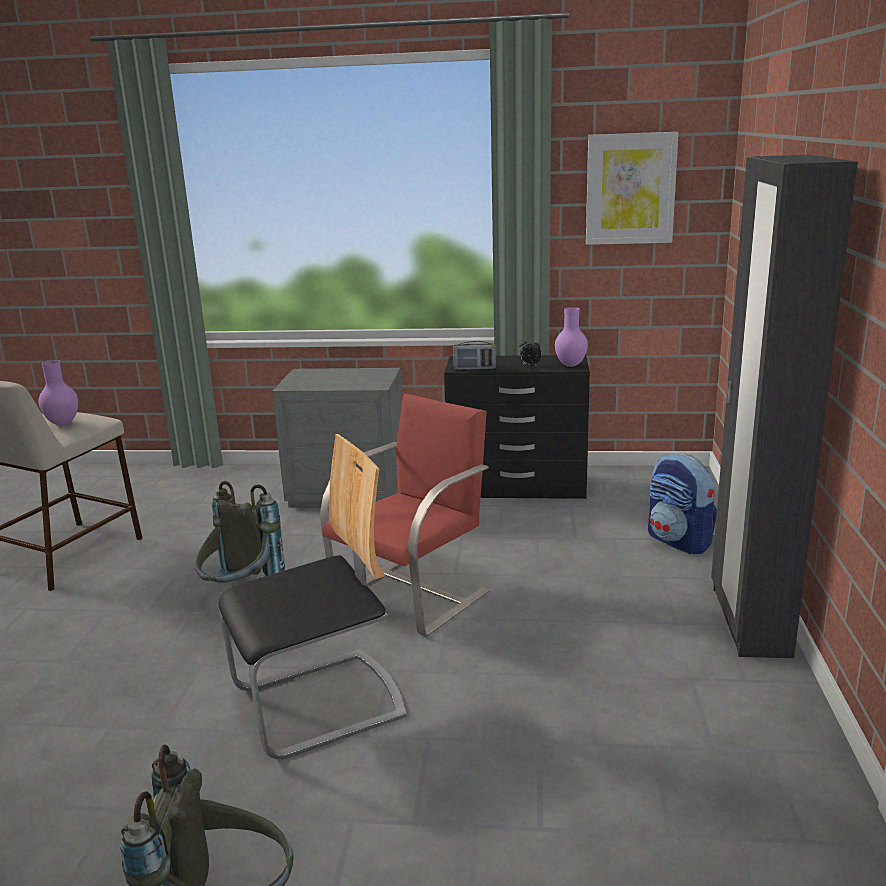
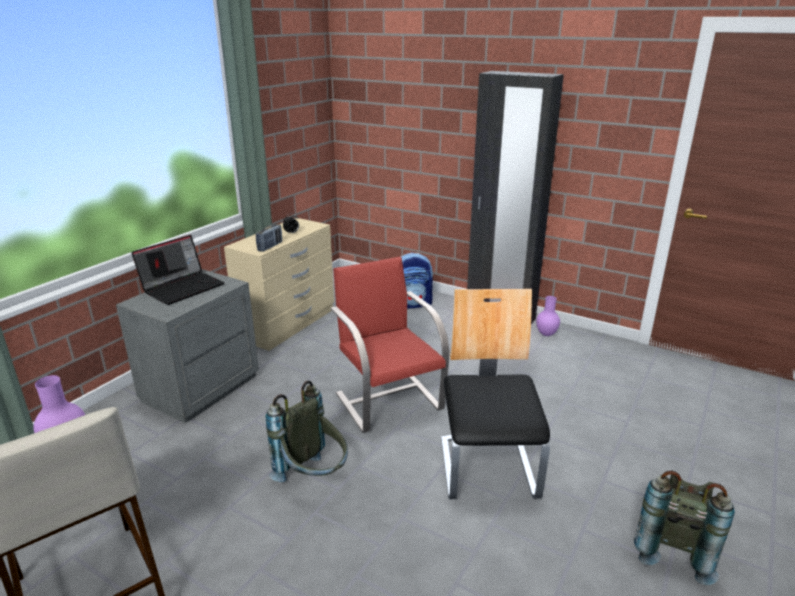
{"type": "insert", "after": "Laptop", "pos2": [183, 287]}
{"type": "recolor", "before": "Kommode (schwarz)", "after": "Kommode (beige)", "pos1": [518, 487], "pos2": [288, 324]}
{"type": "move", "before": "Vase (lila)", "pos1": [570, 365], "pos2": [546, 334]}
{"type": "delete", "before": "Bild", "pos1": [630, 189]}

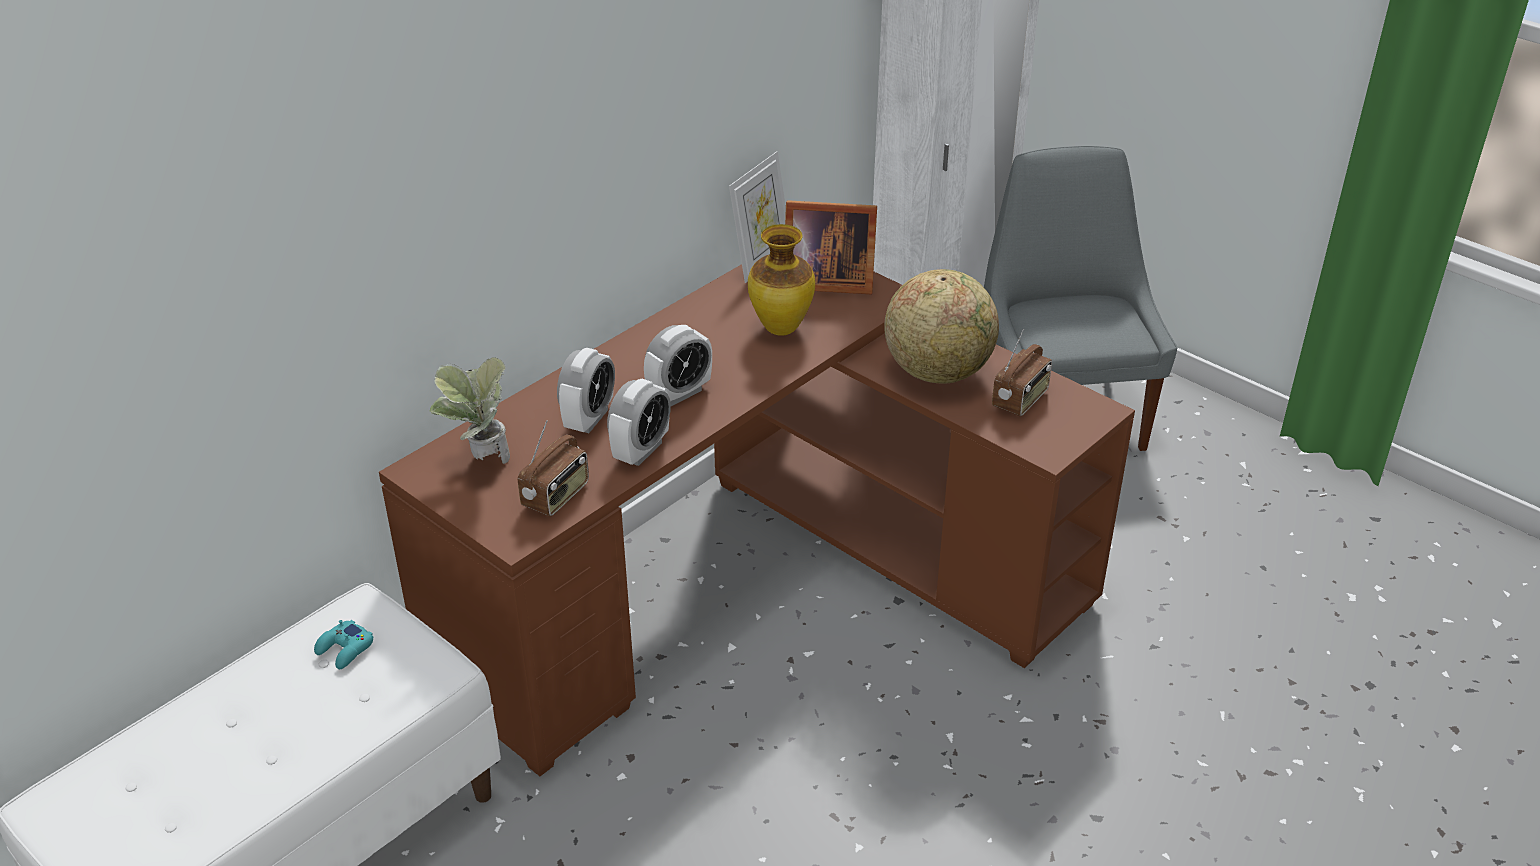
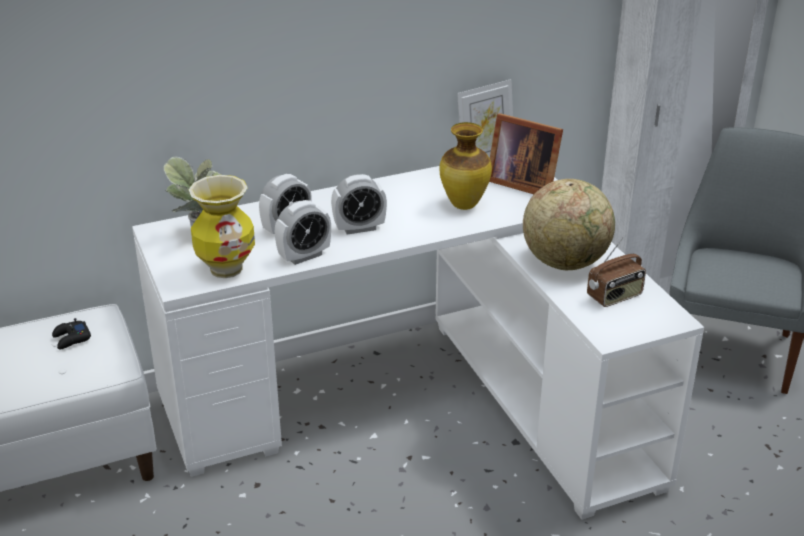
{"type": "recolor", "before": "Gamepad (türkis)", "after": "Gamepad (schwarz)", "pos1": [345, 649], "pos2": [71, 339]}
{"type": "recolor", "before": "Schreibtisch (braun)", "after": "Schreibtisch (weiß)", "pos1": [758, 584], "pos2": [421, 400]}
{"type": "replace", "before": "Radio", "after": "Vase", "pos1": [556, 496], "pos2": [226, 269]}

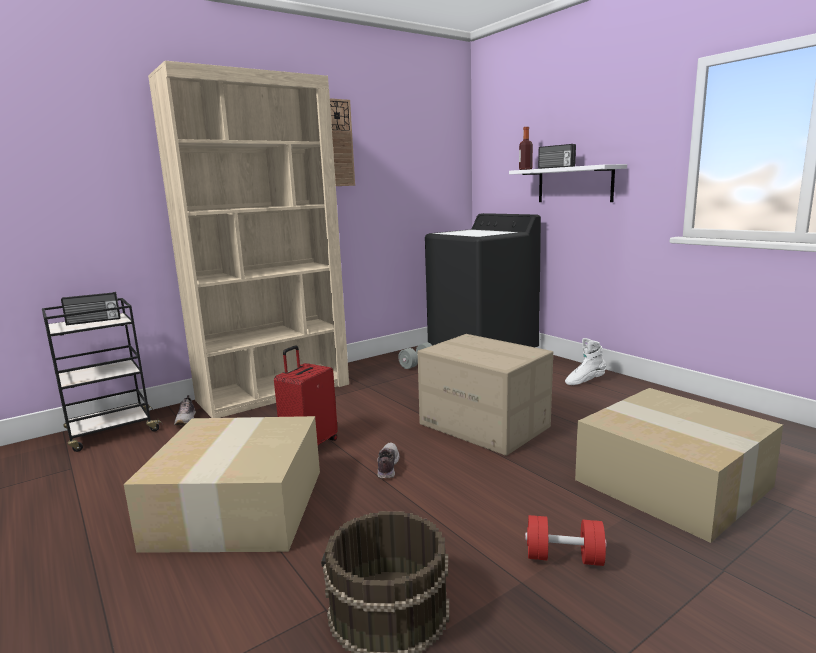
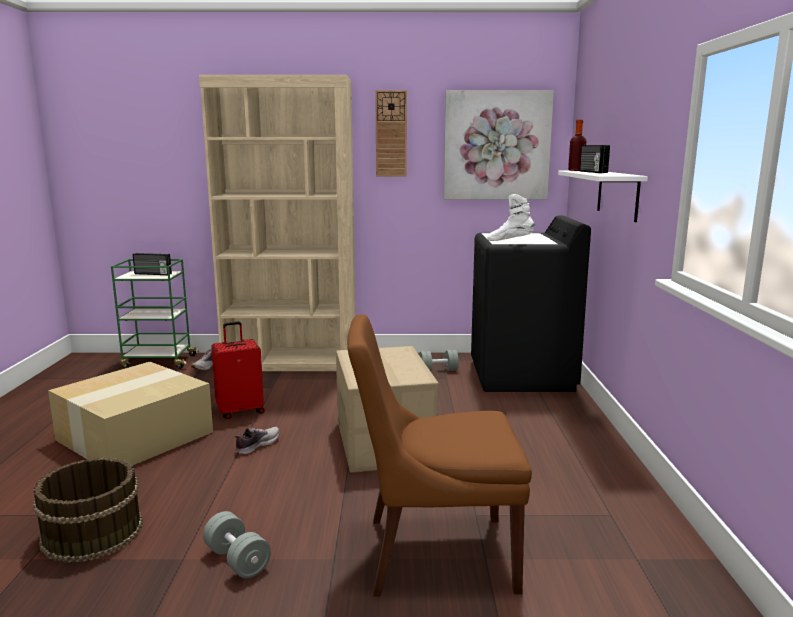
{"type": "recolor", "before": "Rollwagen (schwarz)", "after": "Rollwagen (grün)", "pos1": [111, 432], "pos2": [158, 361]}
{"type": "recolor", "before": "Hantel (rot)", "after": "Hantel (grau)", "pos1": [564, 557], "pos2": [237, 560]}
{"type": "replace", "before": "Karton", "after": "Stuhl (braun)", "pos1": [669, 483], "pos2": [433, 554]}
{"type": "insert", "after": "Bild", "pos2": [496, 145]}
{"type": "move", "before": "Stiefel (weiß)", "pos1": [584, 381], "pos2": [510, 241]}

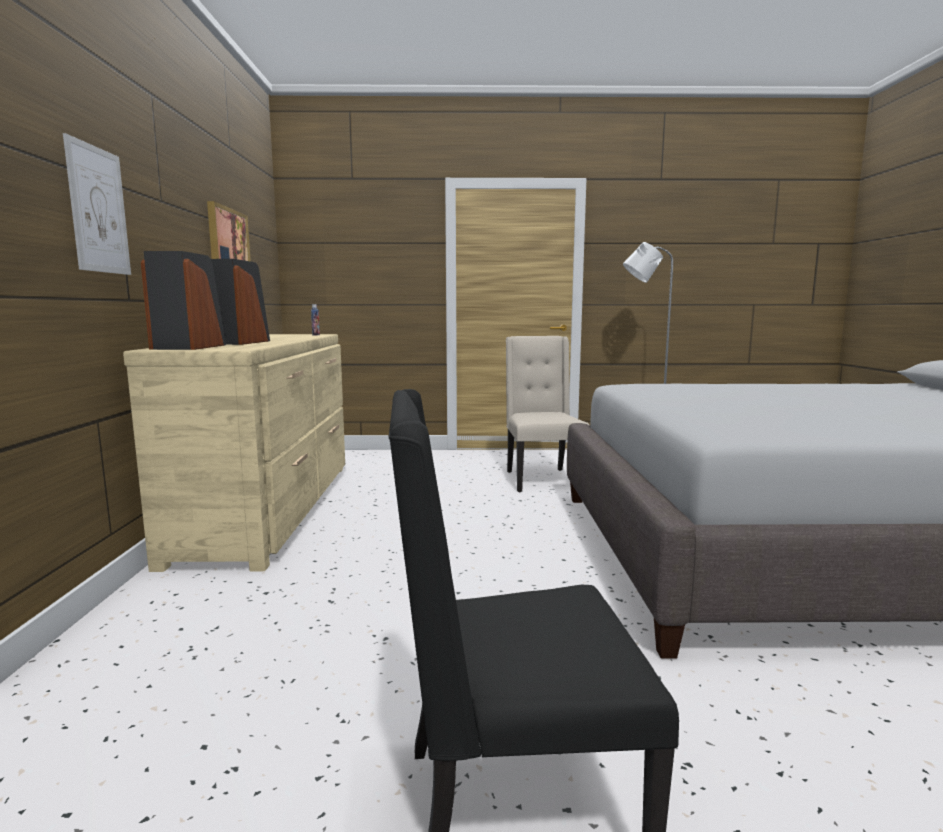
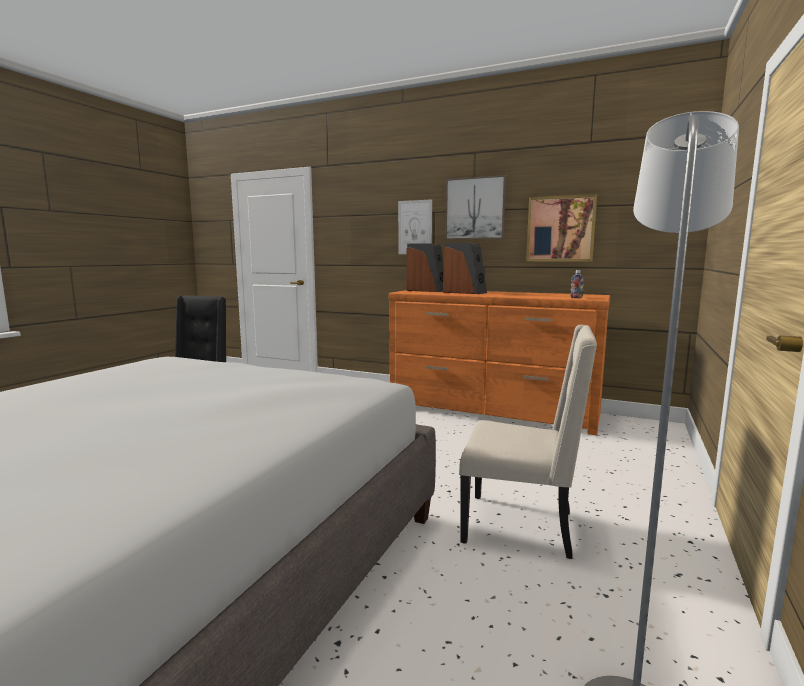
{"type": "recolor", "before": "Kommode (beige)", "after": "Kommode (orange)", "pos1": [271, 508], "pos2": [492, 410]}
{"type": "insert", "after": "Bild", "pos2": [475, 208]}

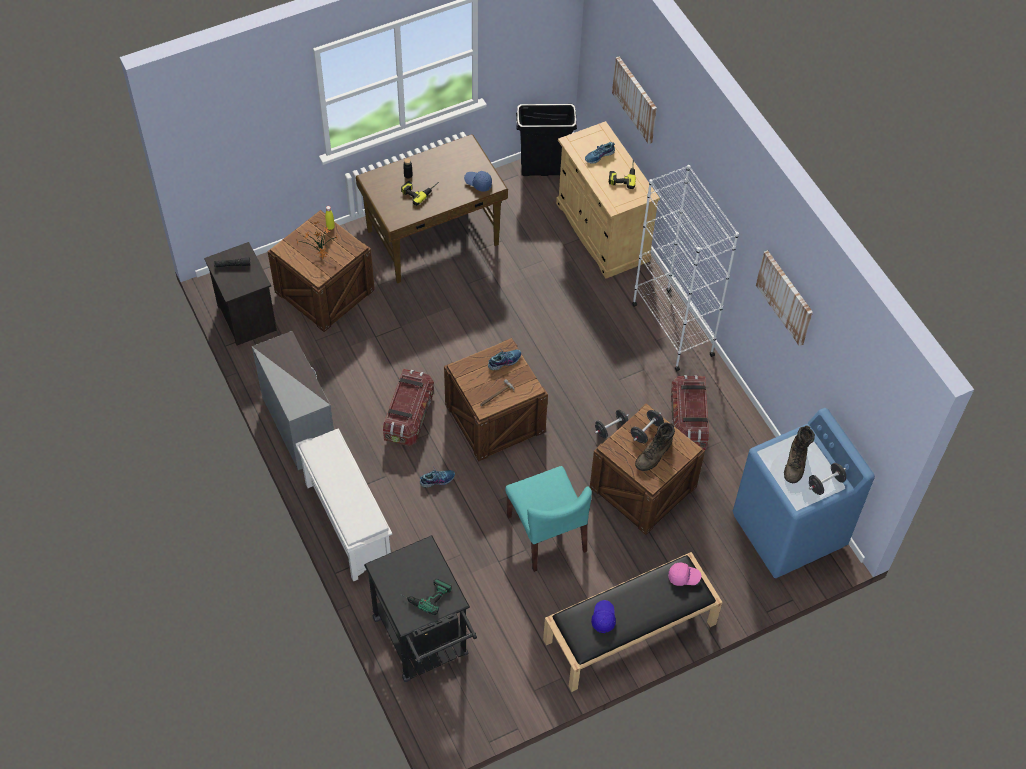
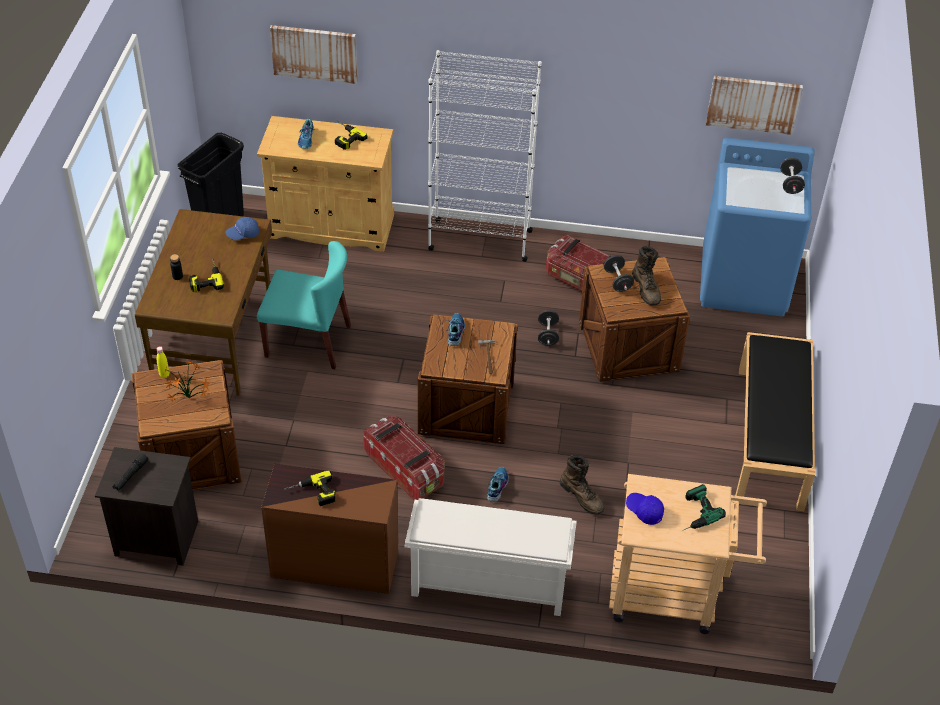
{"type": "move", "before": "Stuhl (türkis)", "pos1": [547, 534], "pos2": [309, 341]}
{"type": "recolor", "before": "Kommode (grau)", "after": "Kommode (braun)", "pos1": [300, 424], "pos2": [334, 562]}
{"type": "insert", "after": "Bohrmaschine", "pos2": [312, 494]}
{"type": "move", "before": "Stiefel (braun)", "pos1": [795, 463], "pos2": [582, 496]}
{"type": "recolor", "before": "Rollwagen (schwarz)", "after": "Rollwagen (beige)", "pos1": [424, 643], "pos2": [674, 595]}
{"type": "move", "before": "Kappe (blau)", "pos1": [603, 618], "pos2": [644, 511]}
{"type": "move", "before": "Bild", "pos1": [785, 297], "pos2": [753, 104]}
{"type": "delete", "before": "Kappe (rosa)", "pos1": [683, 577]}

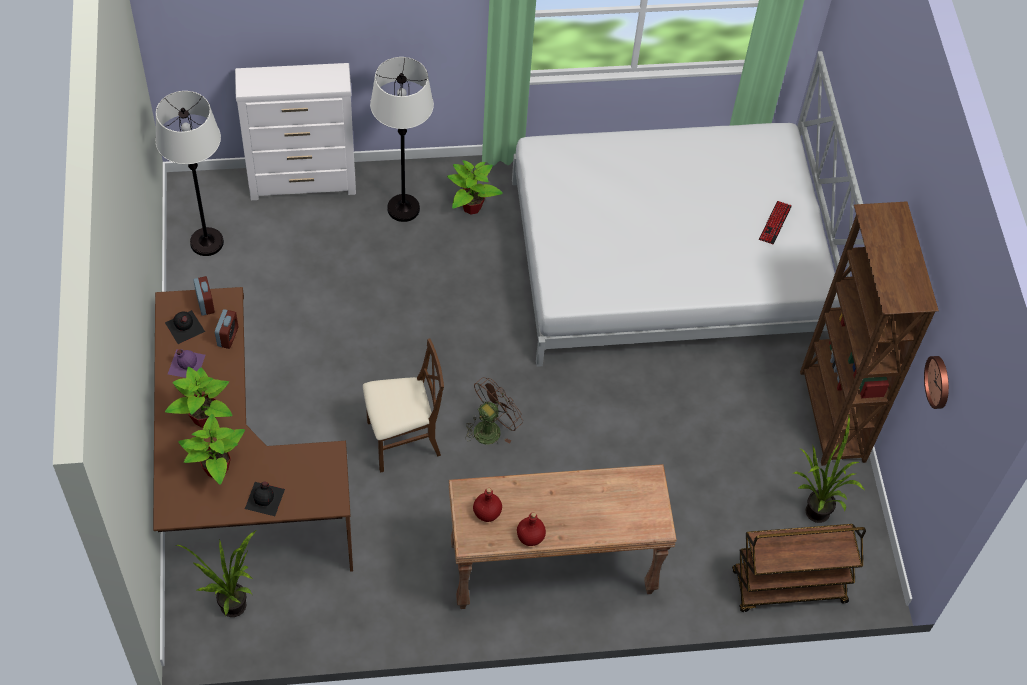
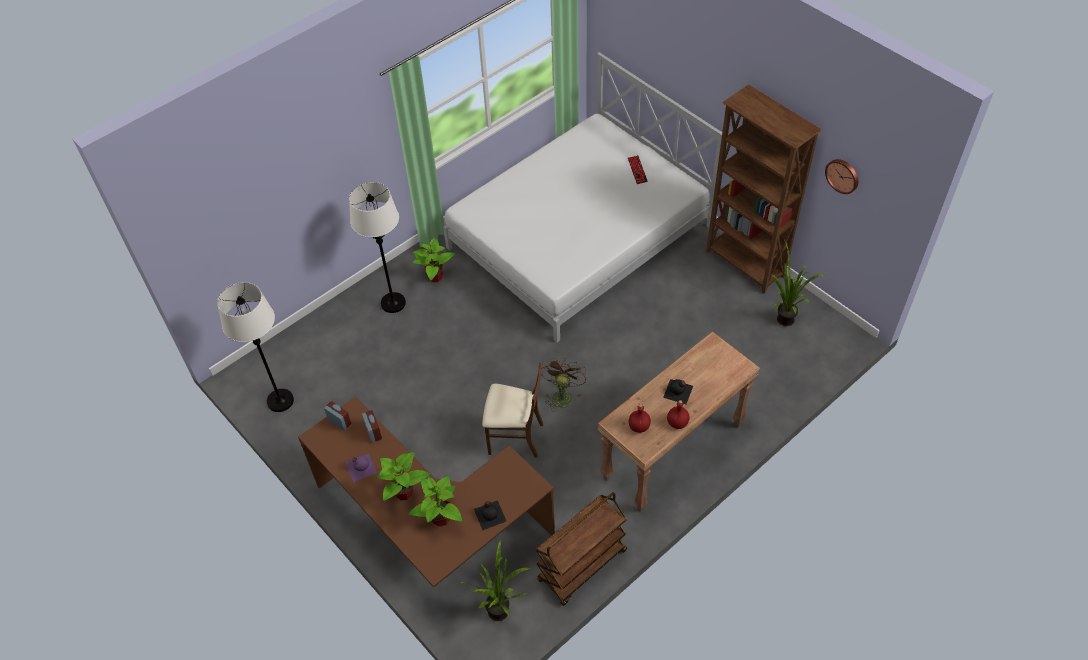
{"type": "rotate", "before": "Stuhl (braun)", "pos1": [402, 440], "pos2": [515, 437], "turn": 60}
{"type": "move", "before": "Rollwagen (braun)", "pos1": [788, 588], "pos2": [582, 566]}
{"type": "move", "before": "Flasche (schwarz)", "pos1": [184, 327], "pos2": [678, 392]}
{"type": "delete", "before": "Kommode (weiß)", "pos1": [303, 183]}

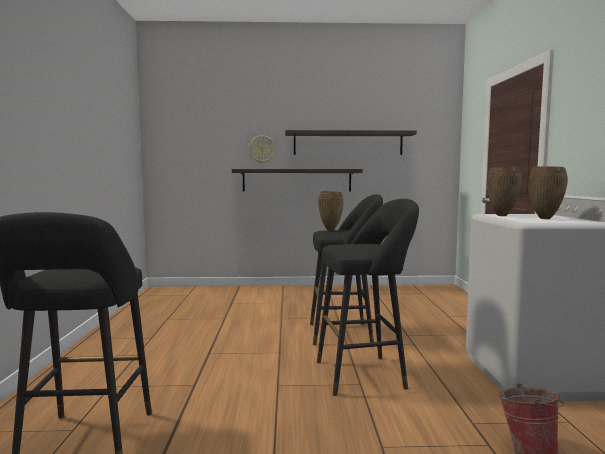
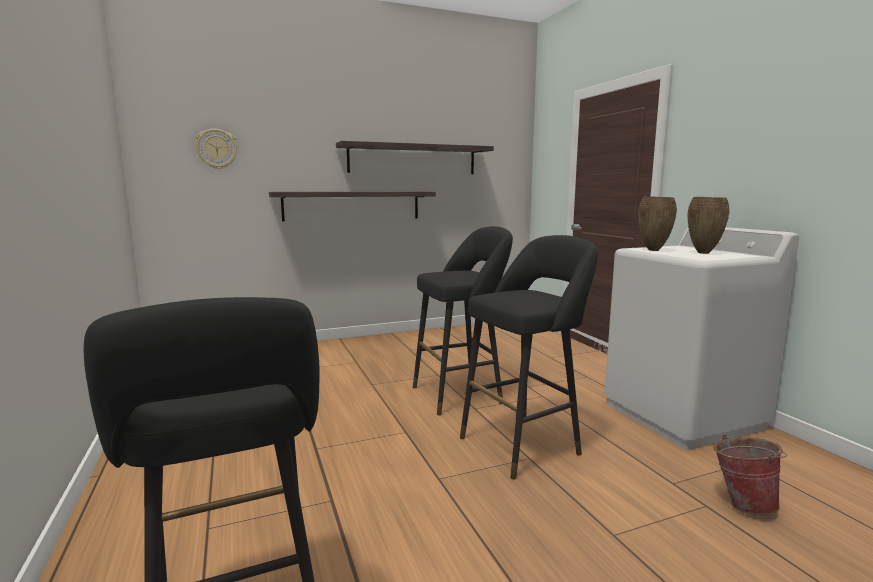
{"type": "move", "before": "Wanduhr", "pos1": [262, 149], "pos2": [217, 149]}
{"type": "delete", "before": "Vase (braun)", "pos1": [331, 230]}

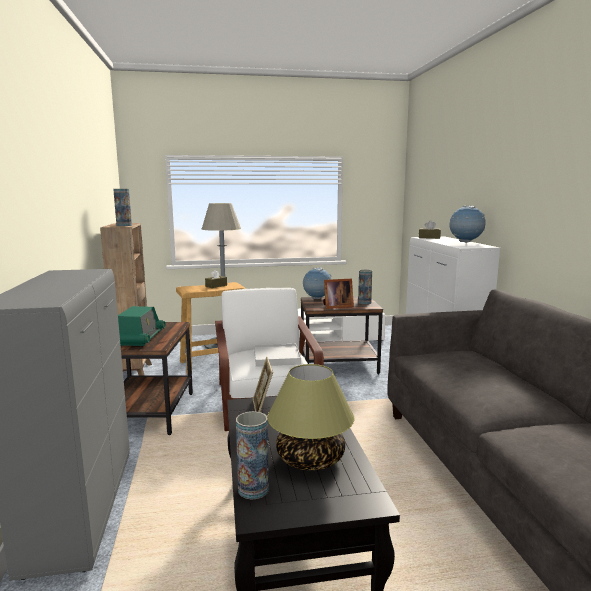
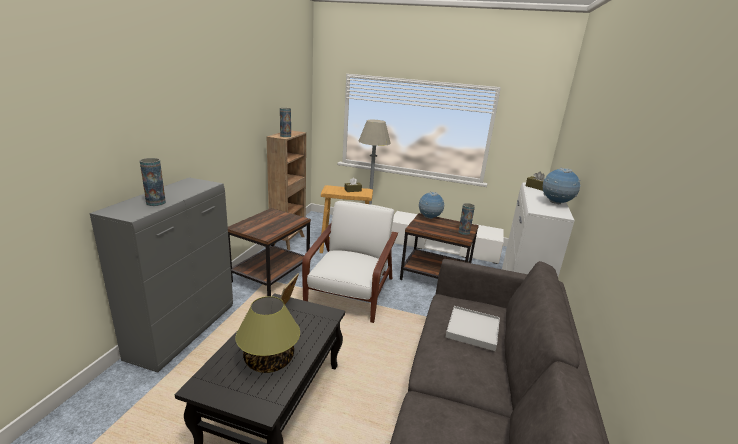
{"type": "move", "before": "Vase", "pos1": [253, 489], "pos2": [156, 203]}
{"type": "move", "before": "Tablett (weiß)", "pos1": [277, 357], "pos2": [472, 330]}
{"type": "delete", "before": "Radio", "pos1": [141, 338]}
{"type": "delete", "before": "Bilderrahmen", "pos1": [336, 306]}

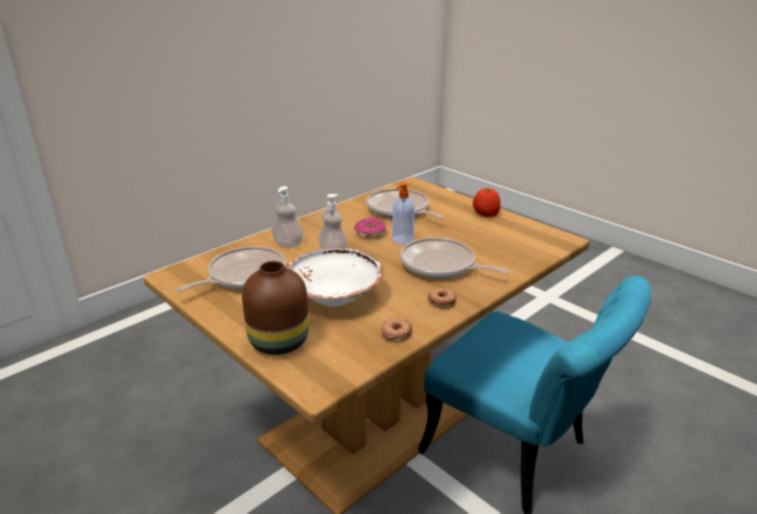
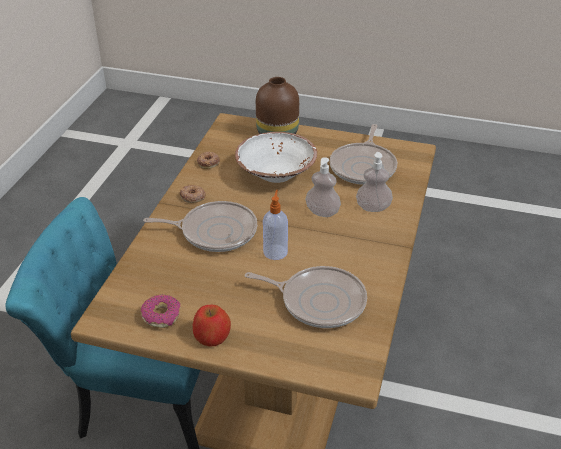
{"type": "move", "before": "Donut", "pos1": [370, 233], "pos2": [161, 316]}

